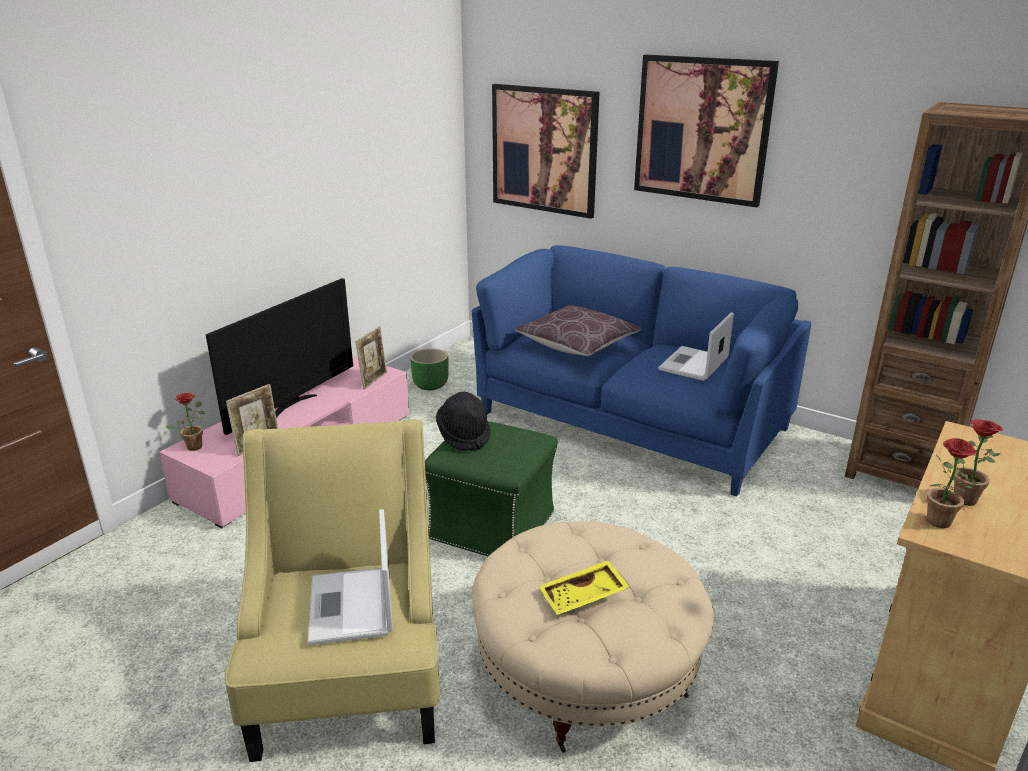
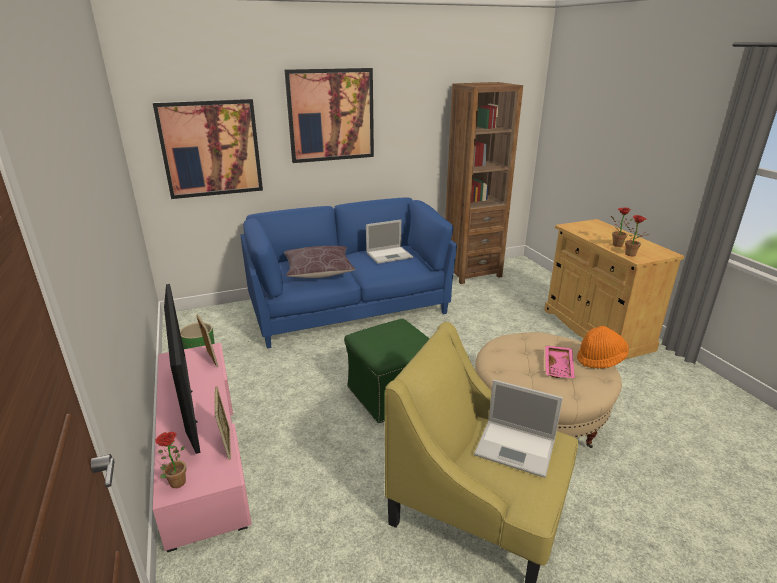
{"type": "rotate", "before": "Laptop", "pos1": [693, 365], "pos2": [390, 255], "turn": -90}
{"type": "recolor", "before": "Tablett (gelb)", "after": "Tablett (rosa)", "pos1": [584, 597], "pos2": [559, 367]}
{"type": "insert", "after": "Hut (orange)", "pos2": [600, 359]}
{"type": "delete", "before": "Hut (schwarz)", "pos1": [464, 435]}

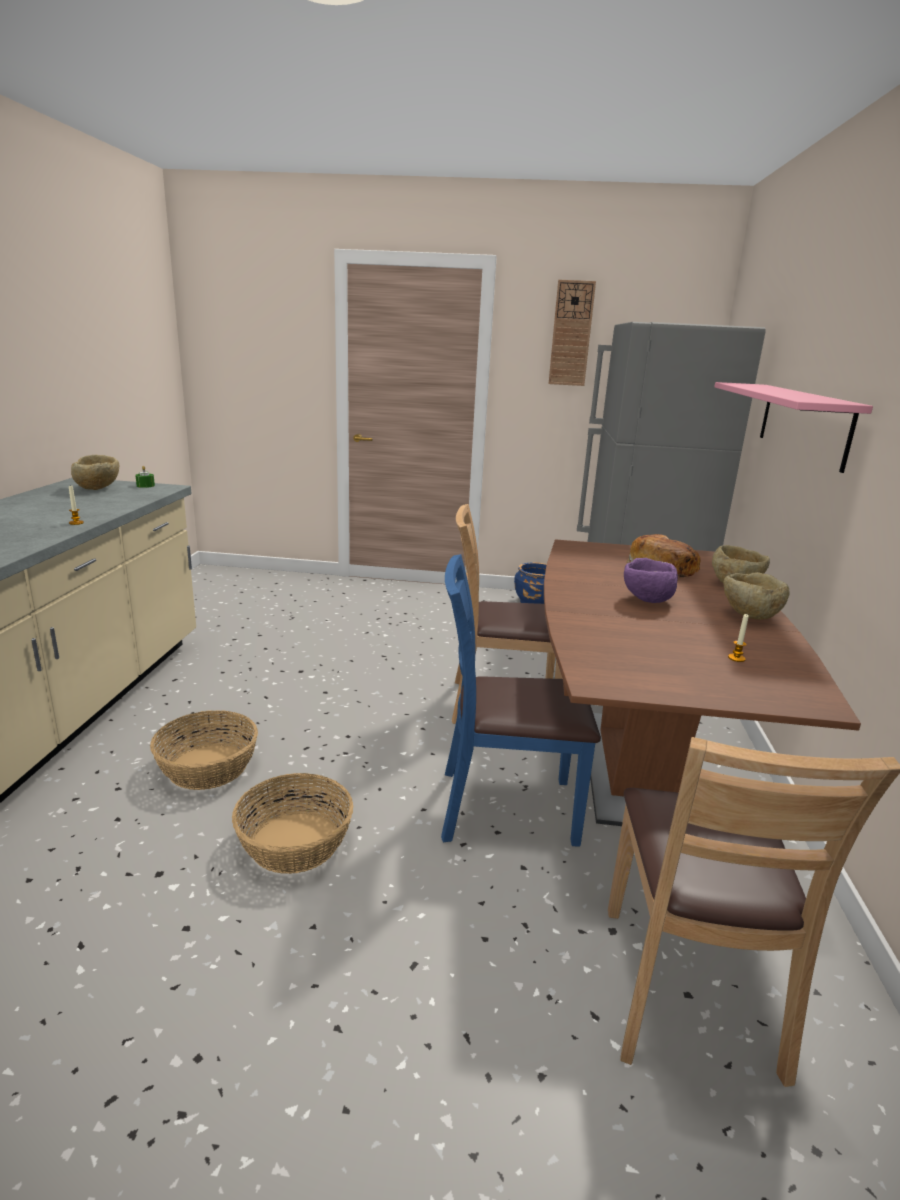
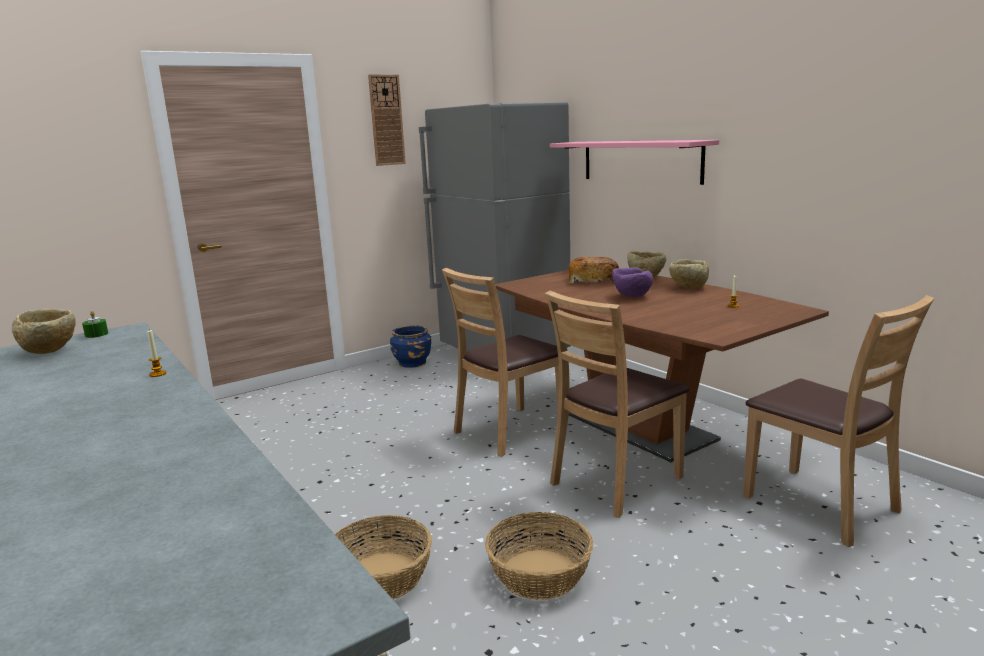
{"type": "recolor", "before": "Stuhl (blau)", "after": "Stuhl (braun)", "pos1": [505, 807], "pos2": [616, 482]}

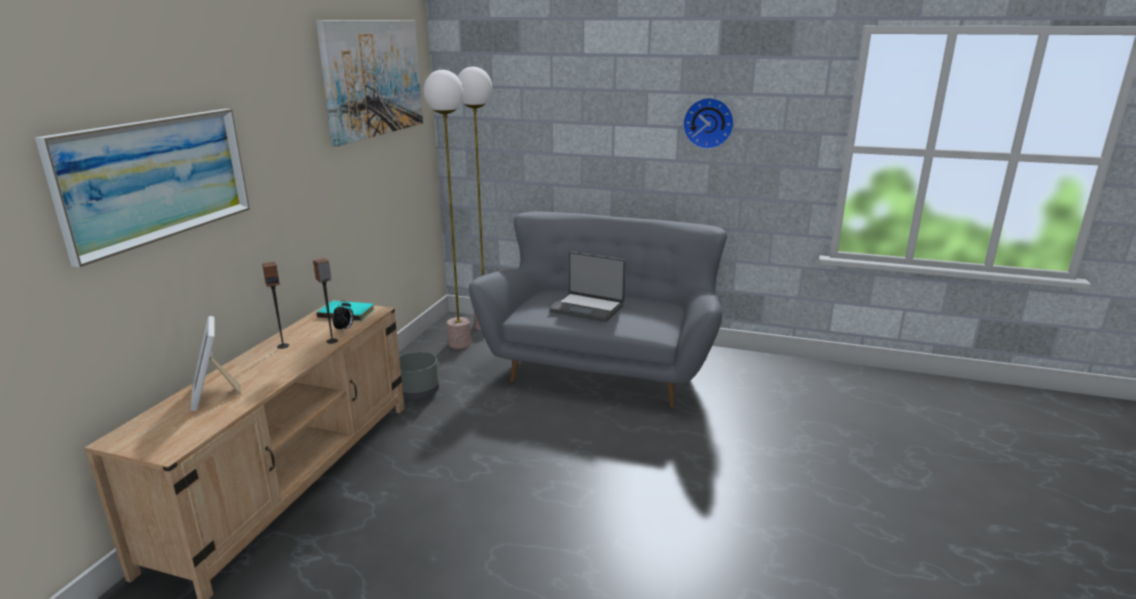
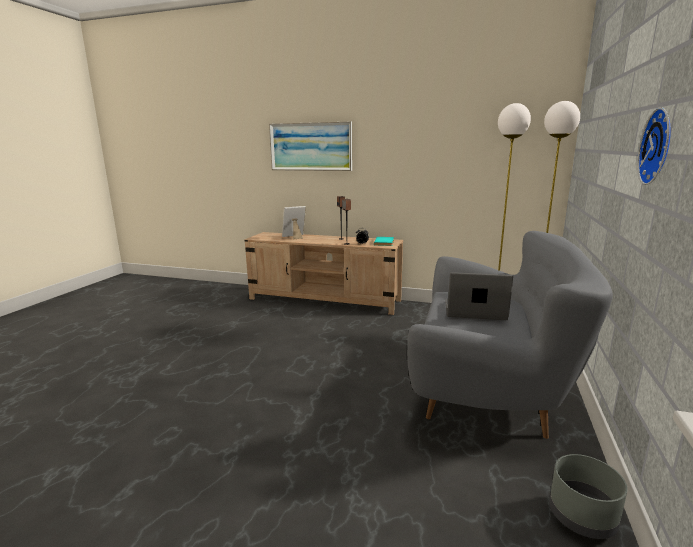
{"type": "rotate", "before": "Laptop", "pos1": [587, 308], "pos2": [474, 311], "turn": 75}
{"type": "move", "before": "Pflanzkübel (grau)", "pos1": [418, 392], "pos2": [582, 517]}
{"type": "delete", "before": "Bild", "pos1": [373, 78]}

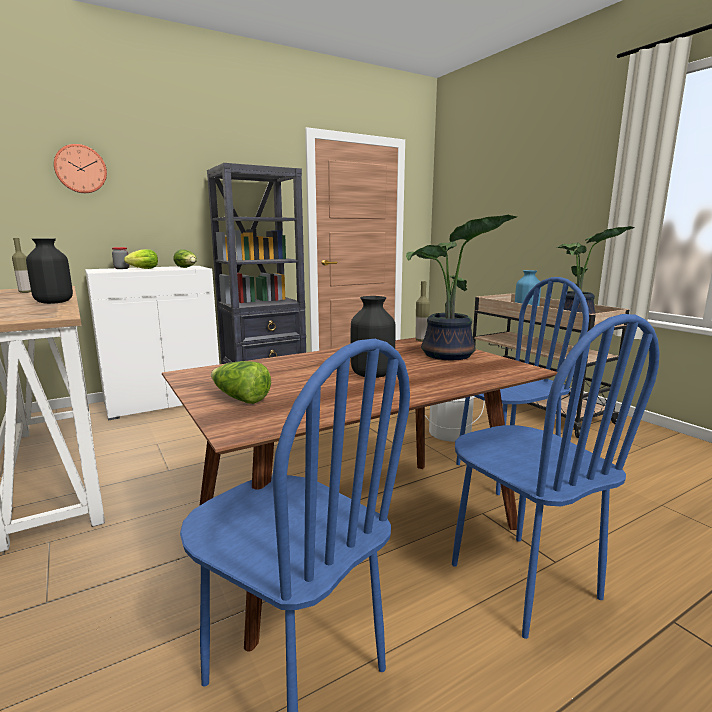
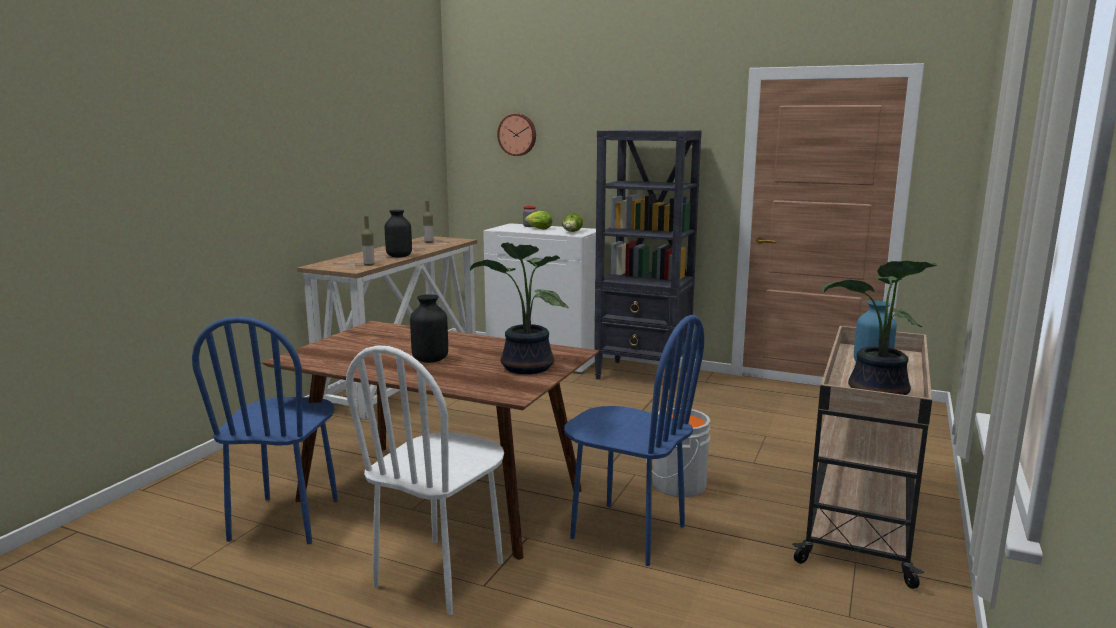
{"type": "recolor", "before": "Stuhl (blau)", "after": "Stuhl (weiß)", "pos1": [522, 581], "pos2": [440, 574]}
{"type": "move", "before": "Flasche", "pos1": [421, 340], "pos2": [369, 265]}
{"type": "delete", "before": "Salatkopf", "pos1": [240, 398]}

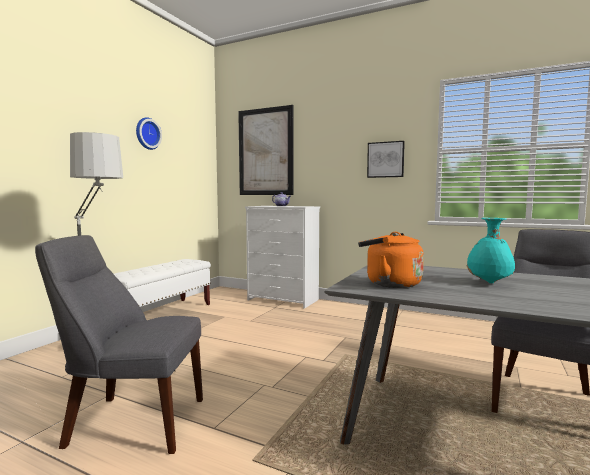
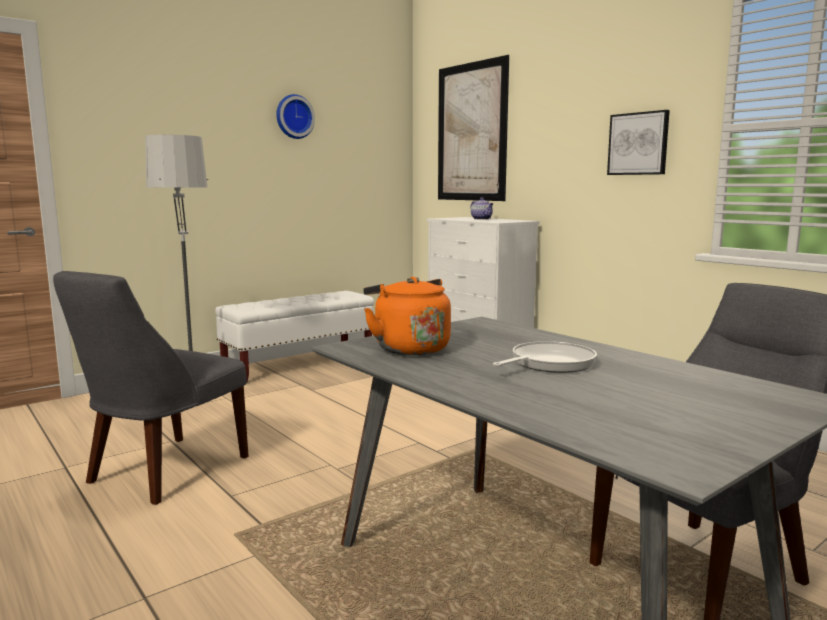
{"type": "rotate", "before": "Stuhl (grau)", "pos1": [131, 422], "pos2": [163, 472], "turn": -90}
{"type": "replace", "before": "Vase (türkis)", "after": "Pfanne", "pos1": [489, 283], "pos2": [549, 363]}

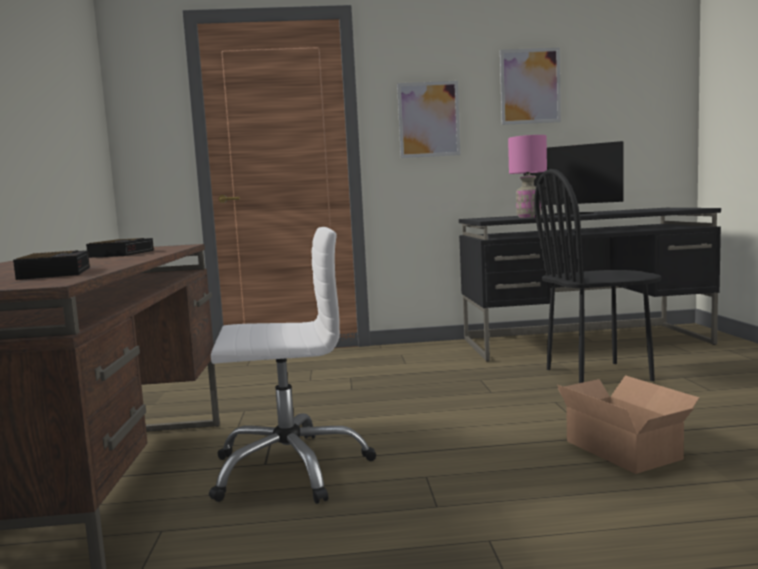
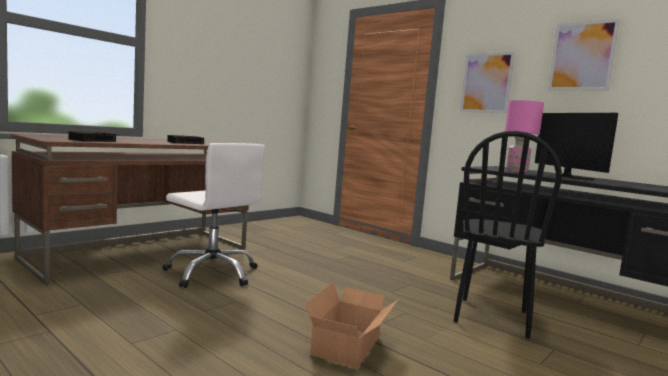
{"type": "rotate", "before": "Stuhl (schwarz)", "pos1": [598, 375], "pos2": [492, 317], "turn": -105}

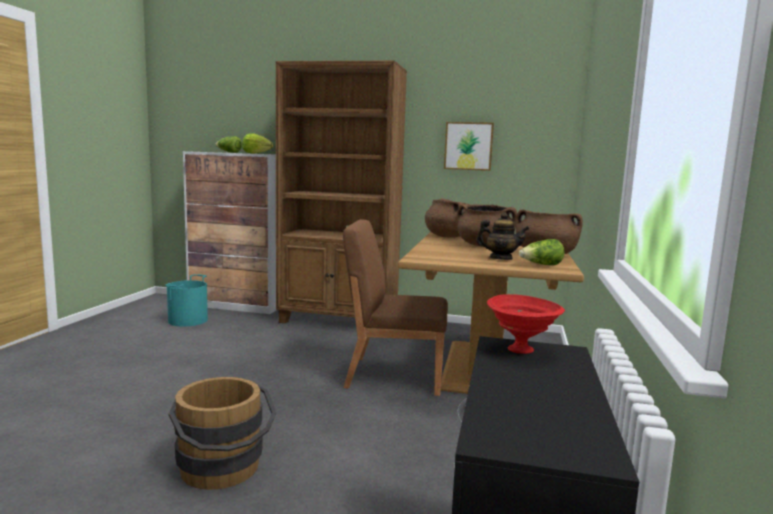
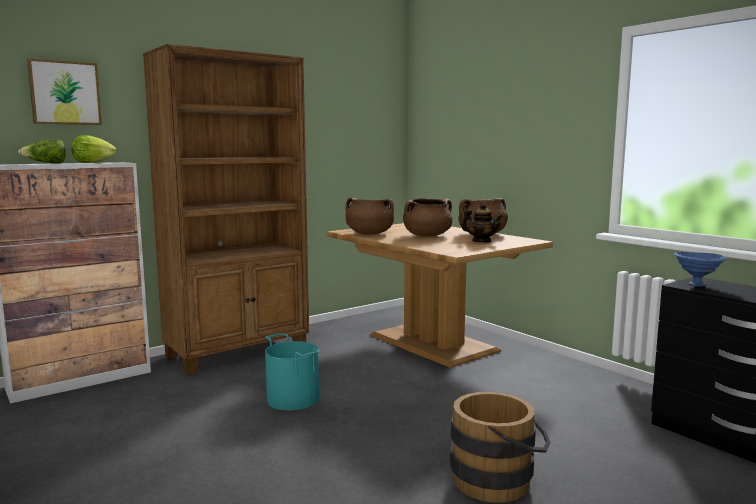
{"type": "move", "before": "Bild", "pos1": [468, 146], "pos2": [65, 93]}
{"type": "move", "before": "Eimer (türkis)", "pos1": [188, 320], "pos2": [293, 398]}
{"type": "rotate", "before": "Teekanne", "pos1": [500, 258], "pos2": [481, 241], "turn": 60}
{"type": "recolor", "before": "Schüssel (rot)", "after": "Schüssel (blau)", "pos1": [521, 349], "pos2": [696, 284]}
{"type": "delete", "before": "Stuhl (braun)", "pos1": [393, 375]}
{"type": "delete", "before": "Salatkopf", "pos1": [541, 265]}

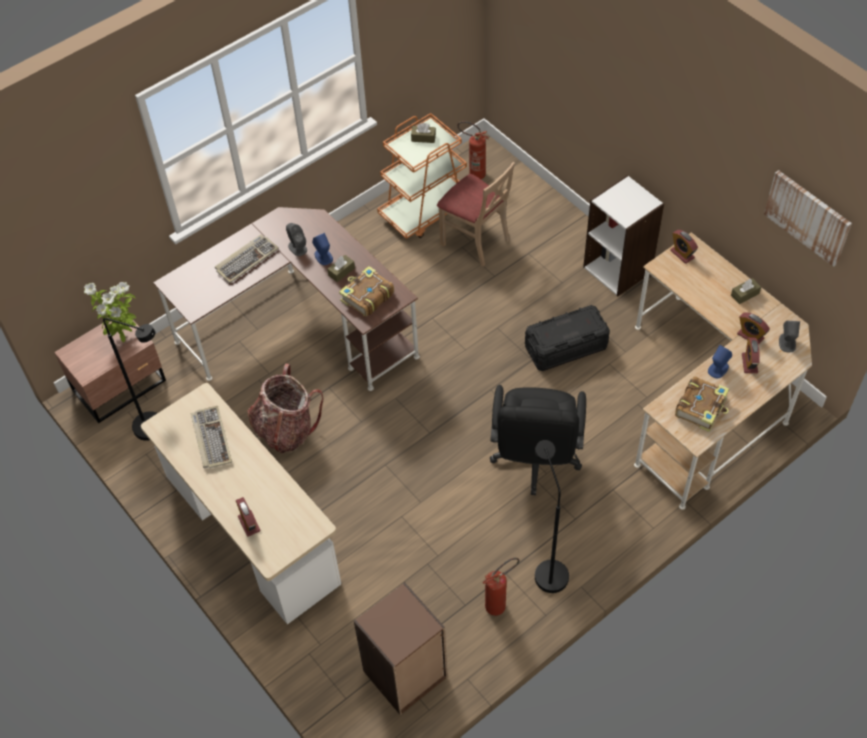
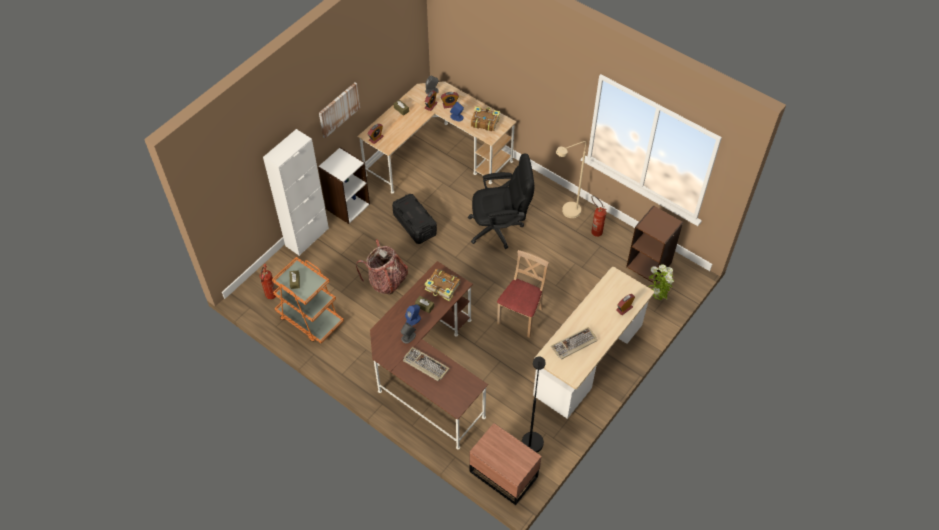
{"type": "insert", "after": "Schrank (weiß)", "pos2": [307, 237]}
{"type": "move", "before": "Bild", "pos1": [808, 217], "pos2": [338, 109]}
{"type": "move", "before": "Rucksack", "pos1": [286, 429], "pos2": [386, 281]}
{"type": "move", "before": "Stuhl (beige)", "pos1": [475, 241], "pos2": [521, 317]}
{"type": "recolor", "before": "Stehlampe (schwarz)", "after": "Stehlampe (beige)", "pos1": [547, 569], "pos2": [567, 213]}
{"type": "move", "before": "Topfpflanze", "pos1": [123, 336], "pos2": [656, 298]}

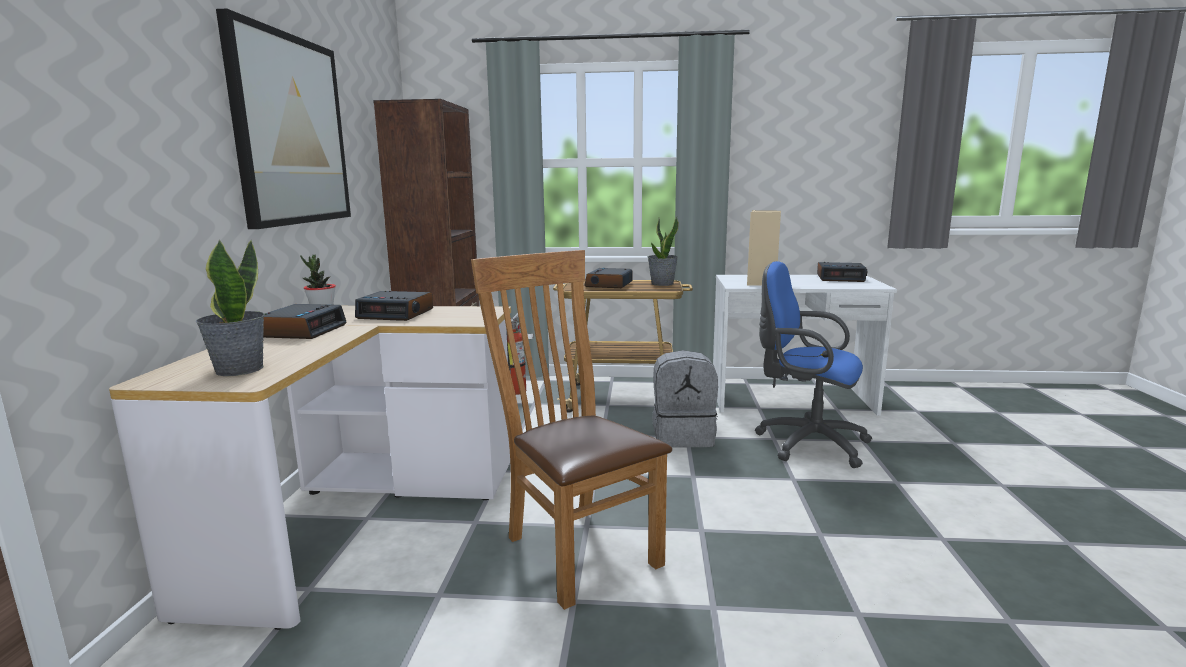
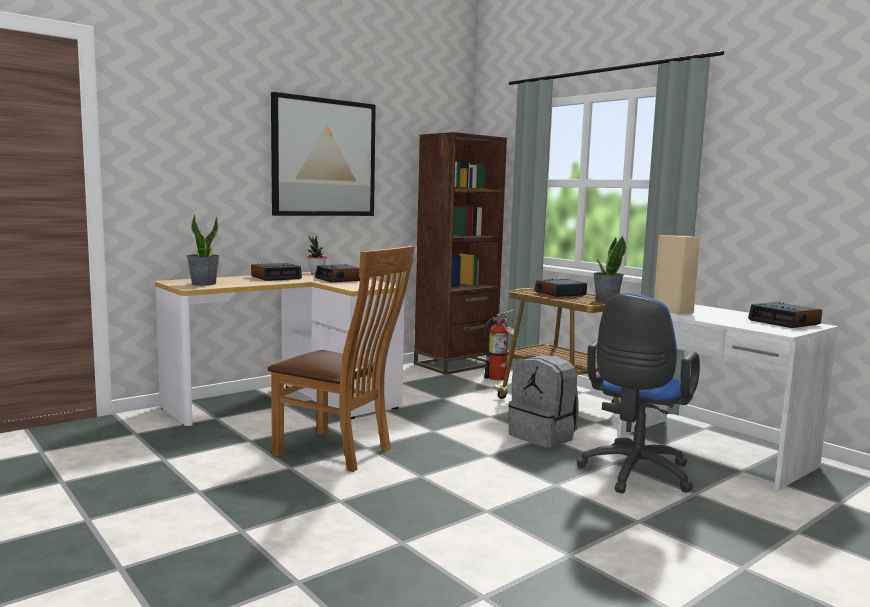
{"type": "rotate", "before": "Stuhl (braun)", "pos1": [575, 547], "pos2": [339, 452], "turn": 105}
{"type": "rotate", "before": "Bürostuhl (blau)", "pos1": [806, 443], "pos2": [633, 475], "turn": -135}

